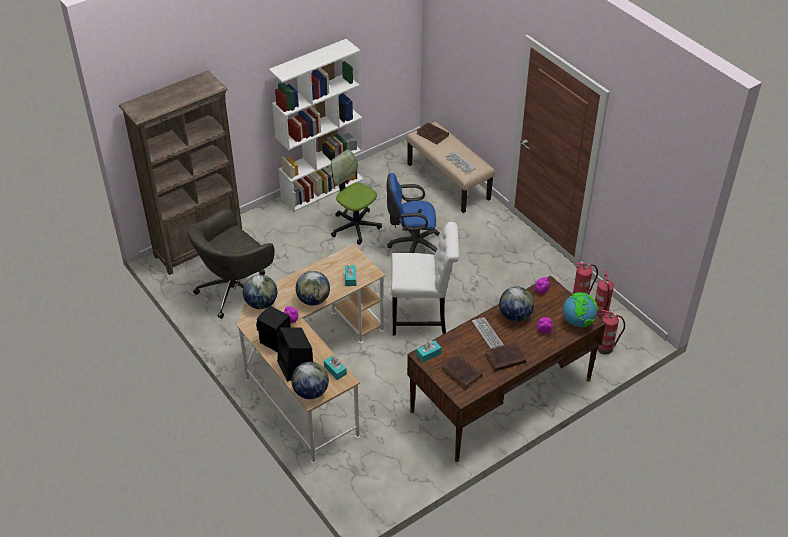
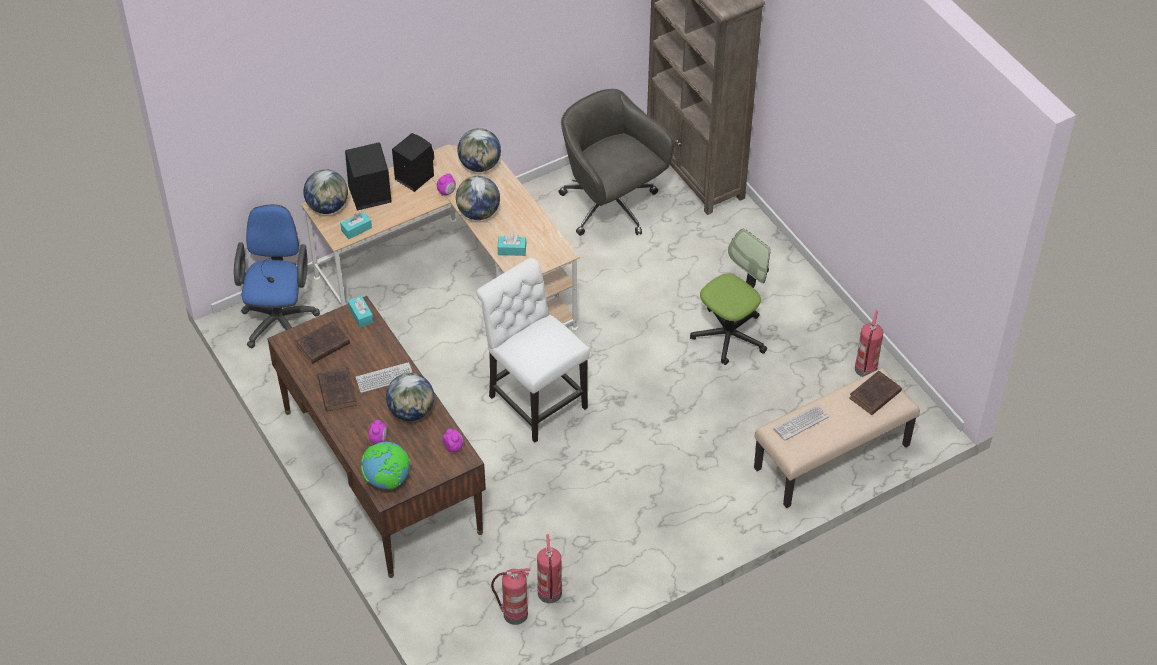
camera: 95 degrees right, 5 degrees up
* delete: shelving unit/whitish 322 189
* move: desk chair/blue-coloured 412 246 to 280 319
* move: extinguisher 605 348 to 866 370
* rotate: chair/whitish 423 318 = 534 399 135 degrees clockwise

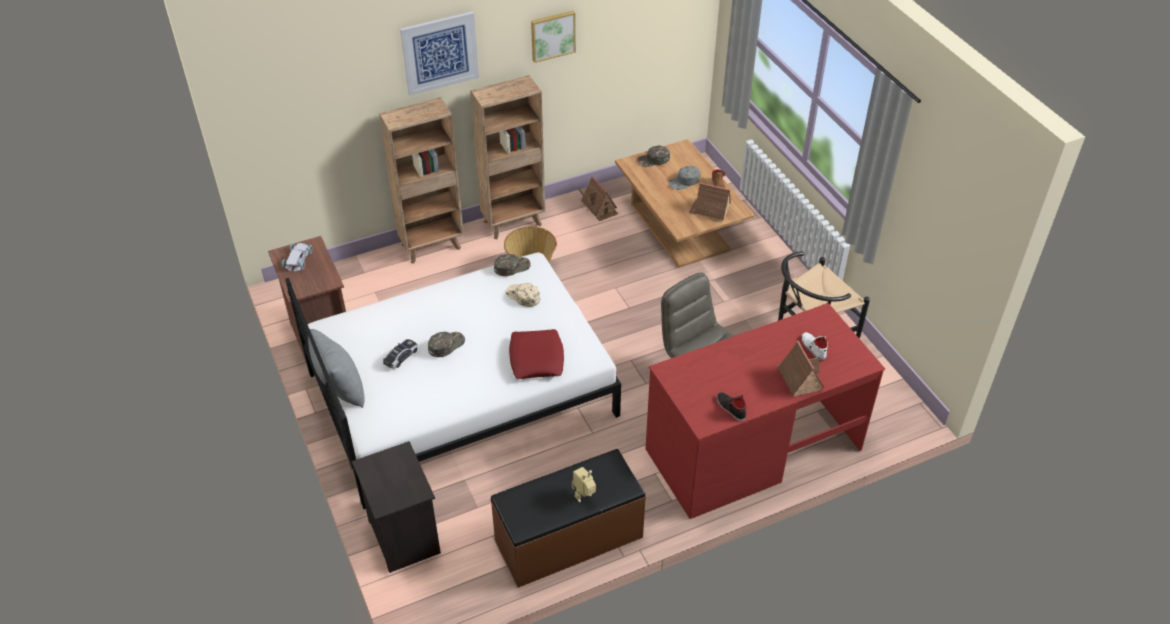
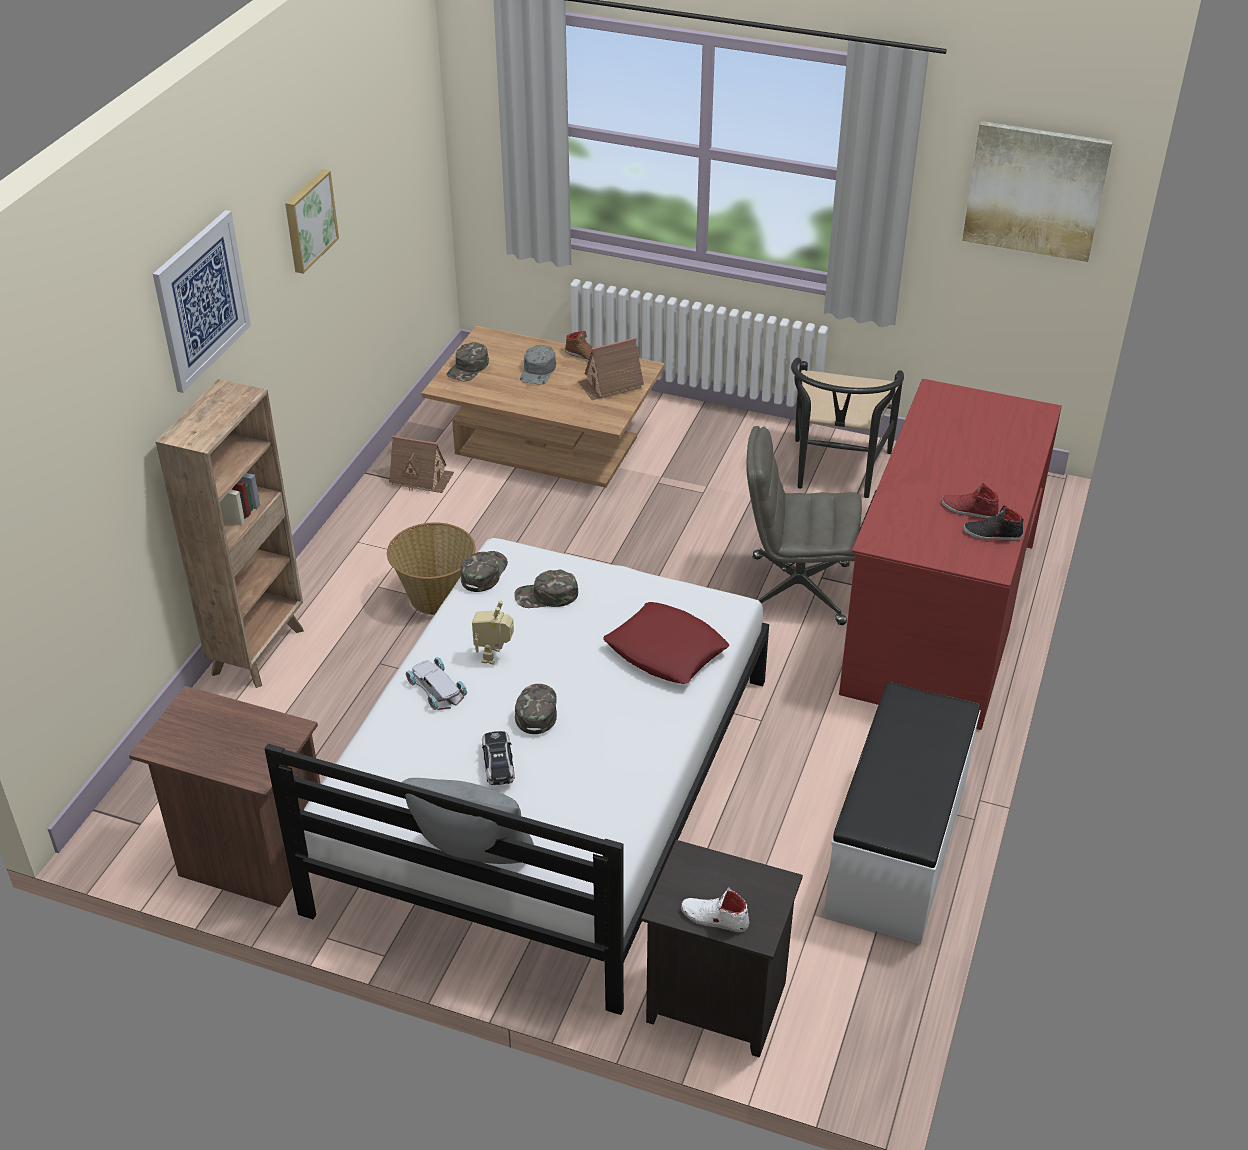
camera: 45 degrees left, 5 degrees down
* delete: shelving unit/brown-coloured 514 223
* delete: model house 798 378
* insert: item of footwear/red 969 510
* insert: wall art 1035 190
* move: toy car/whitish 298 259 to 437 687
* move: toy robot 584 497 to 495 656
* move: item of footwear/whitish 813 348 to 714 918
* recolor: long seat/brown-coloured 569 539 to long seat/whitish 898 848
* recolor: cap/sand-coloured 523 296 to cap/greenish 546 596

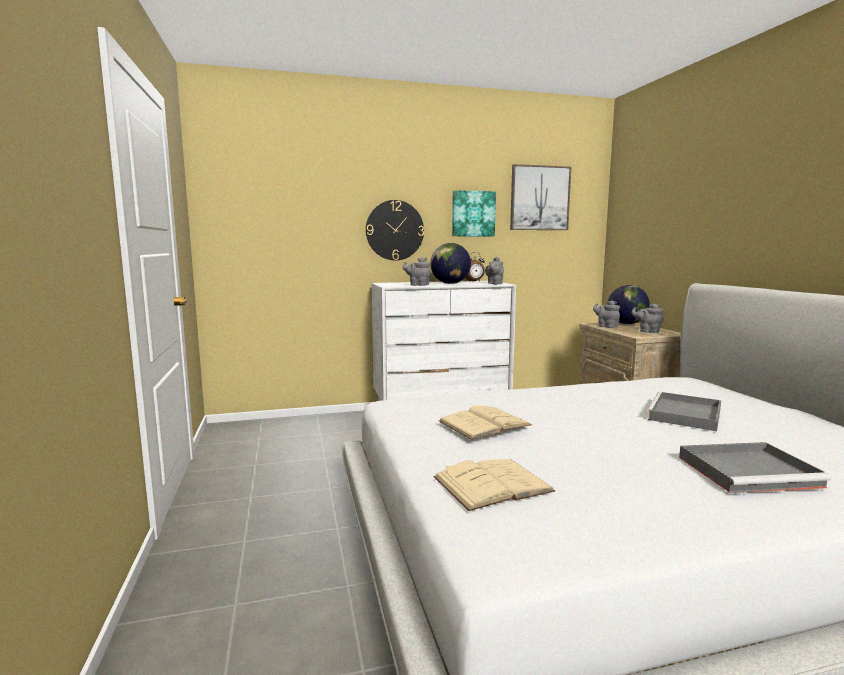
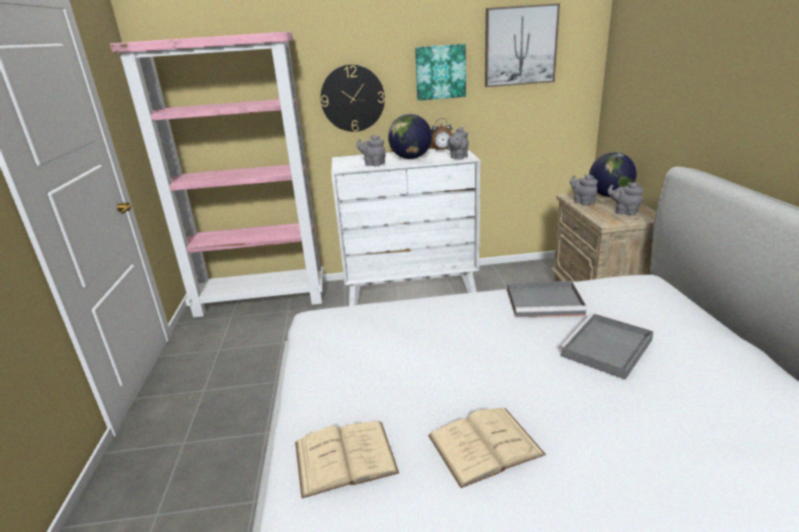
camera: 10 degrees right, 15 degrees up
* insert: shelving unit/pink 262 299
* move: volume/sand-coloured 484 423 to 484 445
* move: serving tray/gray 750 471 to 545 302

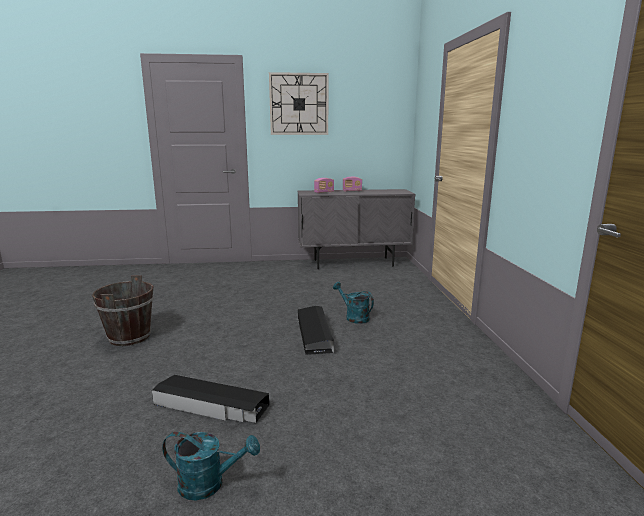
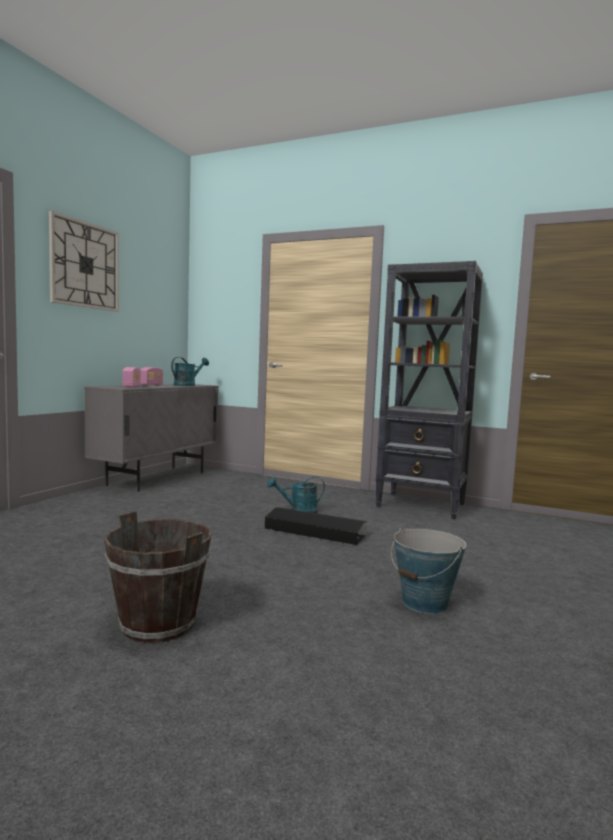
camera: 60 degrees left, 10 degrees down
* insert: shelving unit/blackish 421 506
* move: sprinkling can/blue-green 209 484 to 187 385
* replace: storage box/blackish 211 405 to water bucket 425 603

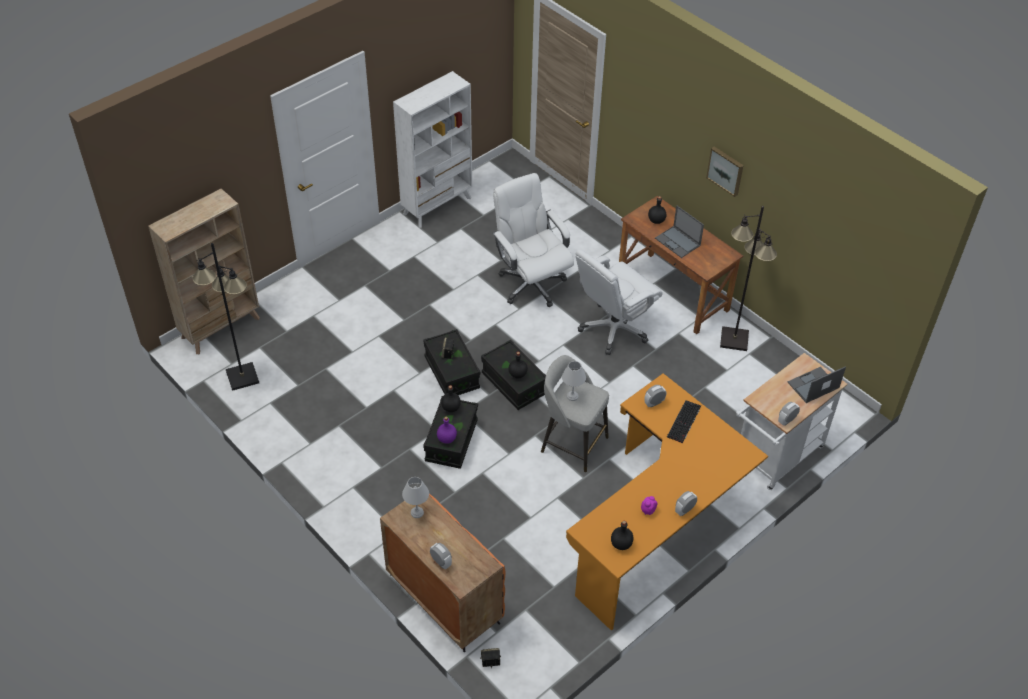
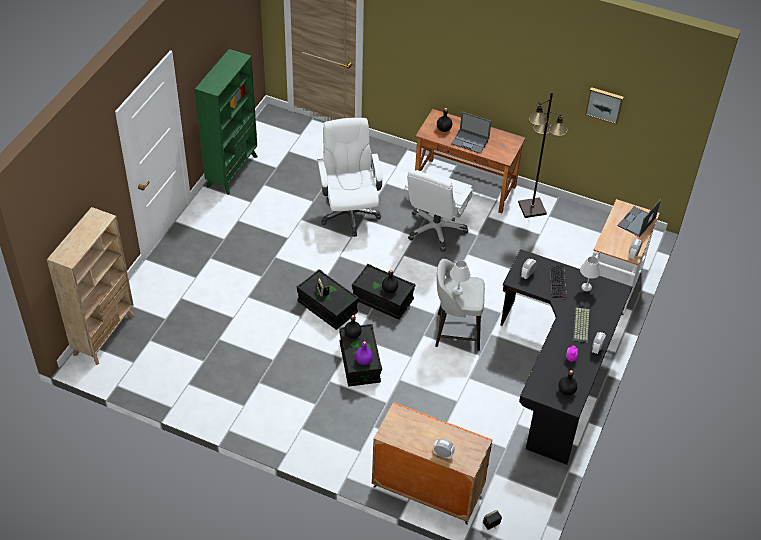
camera: 25 degrees left, 0 degrees up
* delete: standing lamp/blackish 242 377
* insert: keyboard 581 326
* move: table lamp/whitish 417 512 to 586 287
* move: wall art 726 170 to 604 104
* recolor: shelving unit/whitish 437 205 to shelving unit/greenish 232 171
* recolor: desk table/orange 658 526 to desk table/blackish 557 373
* rotate: desk chair/whitish 531 284 = 349 213 45 degrees clockwise

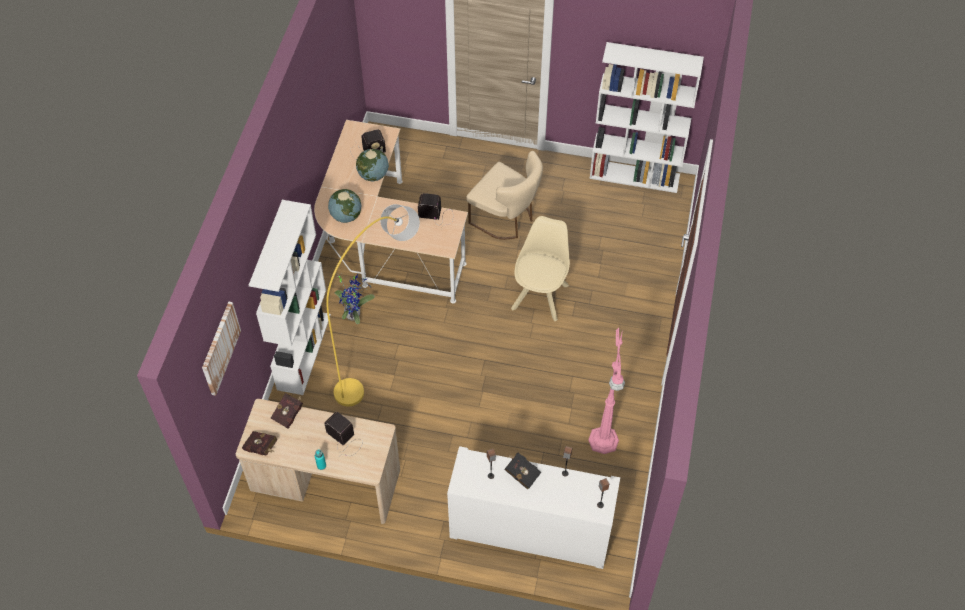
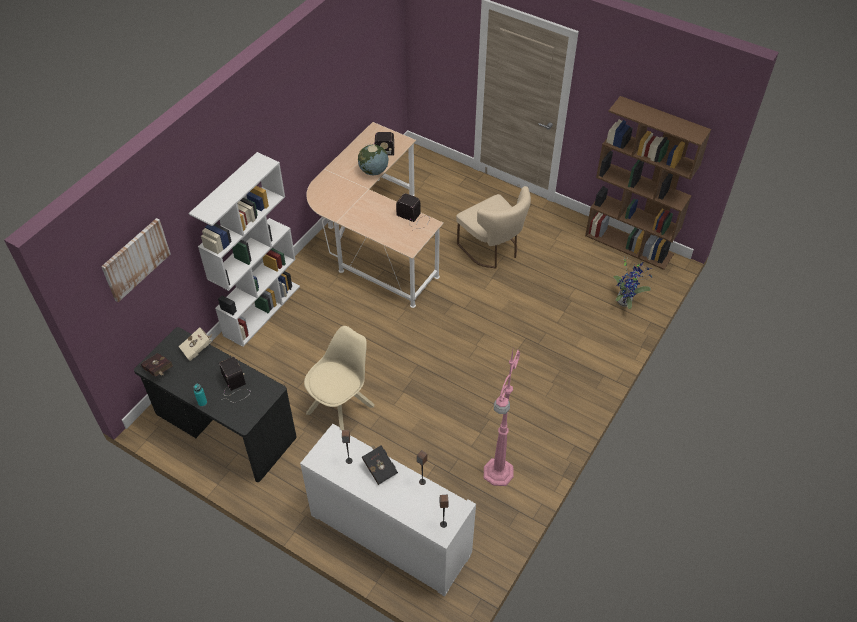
camera: 20 degrees right, 5 degrees down
* delete: standing lamp/yellow-coloured 382 352
* delete: world globe 346 216
* move: plant in a pot 354 313 to 625 301
* move: chair/sand-coloured 540 295 to 342 408
* recolor: desk table/sand-coloured 325 482 to desk table/blackish 224 428
* recolor: volume/red 289 414 to volume/sand-coloured 198 348
* recolor: shelving unit/whitish 635 176 to shelving unit/brown-coloured 629 245

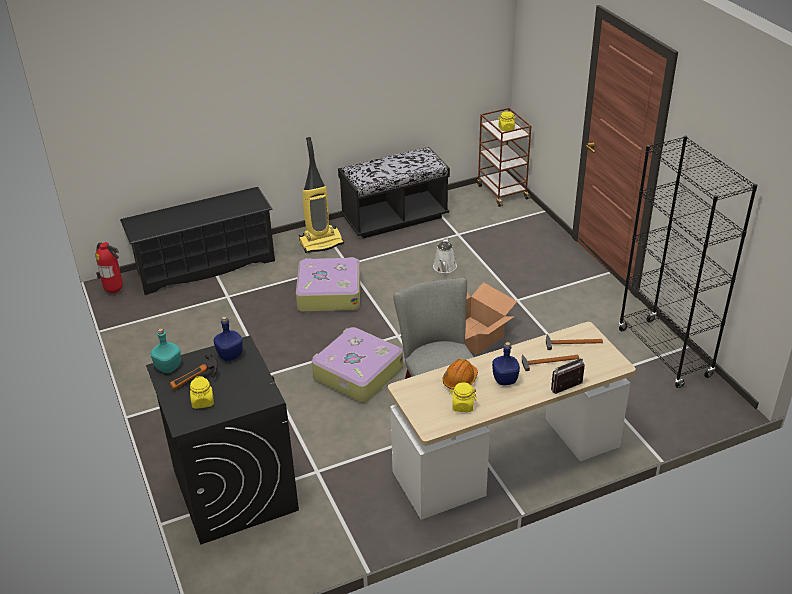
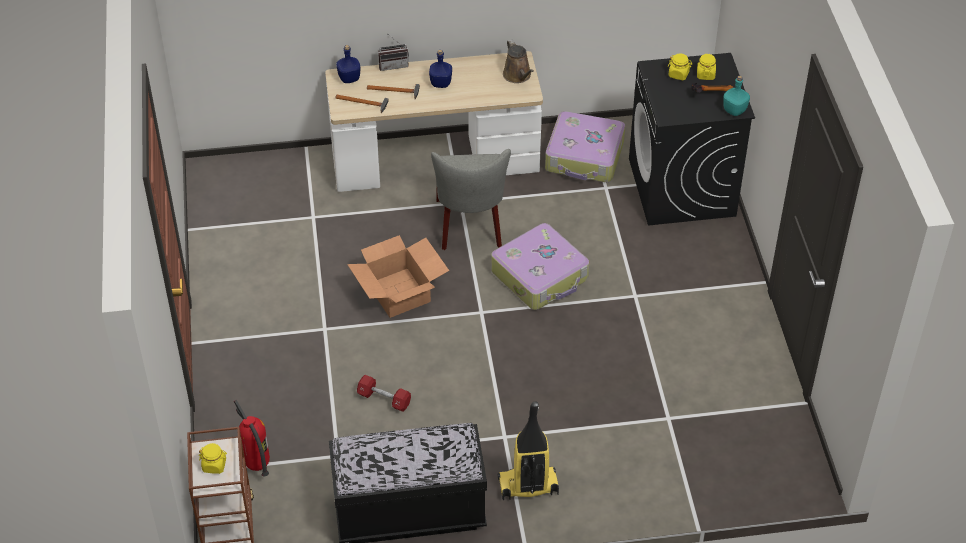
camera: 165 degrees left, 10 degrees up
* delete: shoe shelf/blackish 205 266
* delete: work helmet/orange 460 380
* delete: shelving unit/blackish 664 353
* insert: sprinkling can/brown-coloured 518 76
* move: extinguisher 115 291 to 256 465
* move: beverage bottle/blue-coloured 230 355 to 348 78
* move: suitcase 329 293 to 585 157
* move: jar/yellow-coloured 462 406 to 678 74
* replace: sprinkling can/whitish 444 268 to hand weight/red 384 399

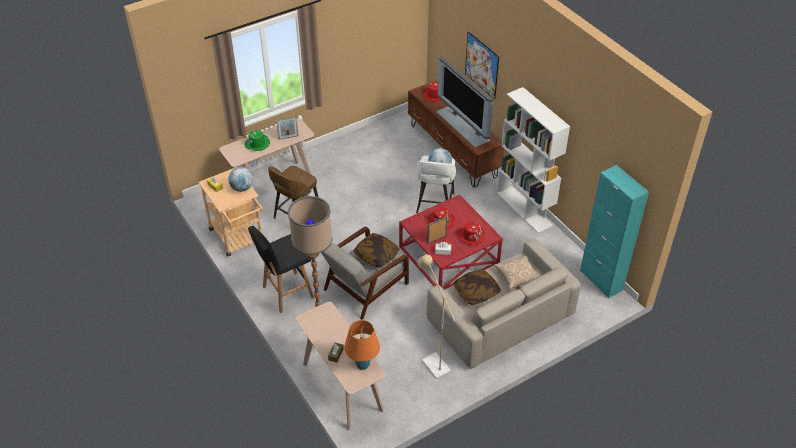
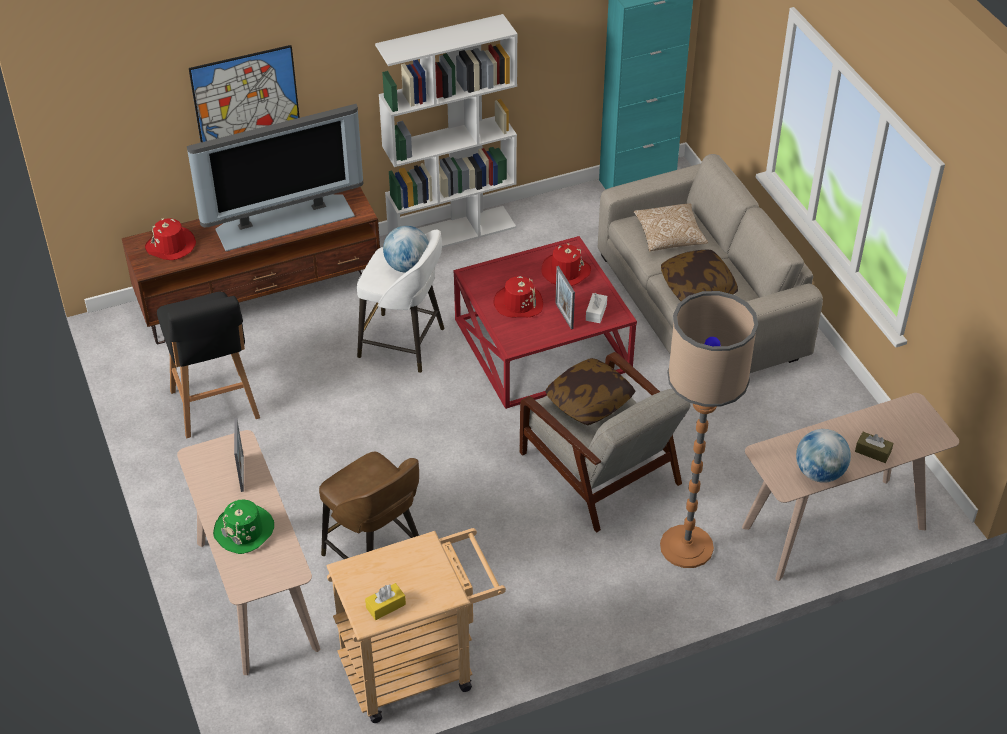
camera: 80 degrees left, 0 degrees up
* delete: table lamp/orange 362 364
* delete: standing lamp/sand-coloured 433 362
* move: world globe 242 188 to 819 473
* move: sitting stool/blackish 286 293 to 215 407

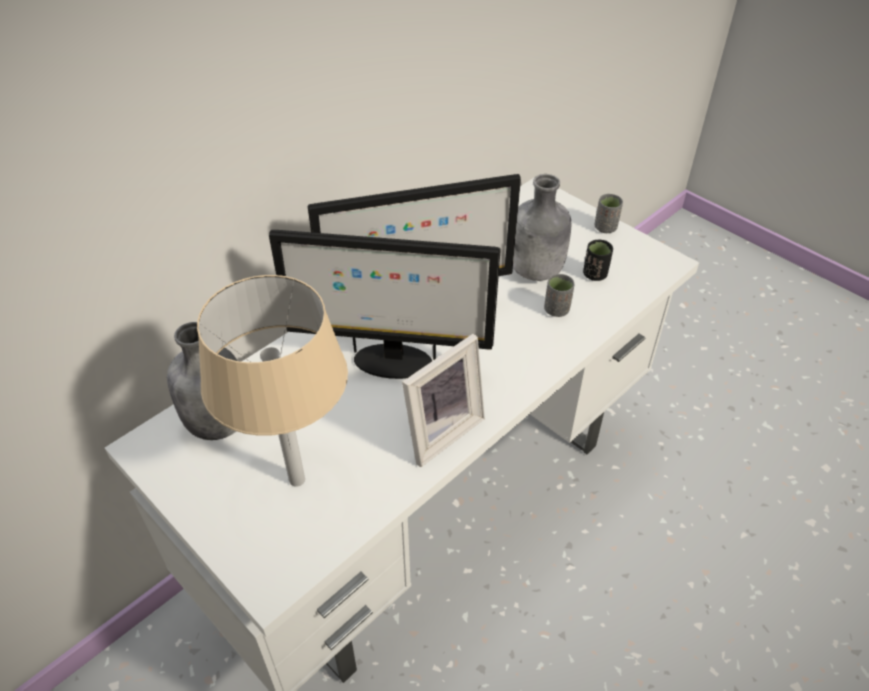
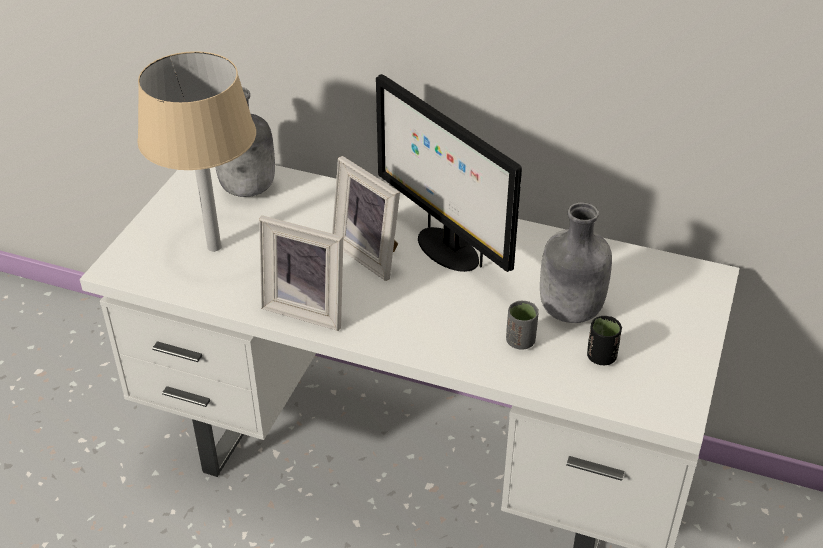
camera: 65 degrees right, 5 degrees down
* delete: drinking cup/gray 605 228
* replace: computer screen 391 362 to standing frame 371 254

